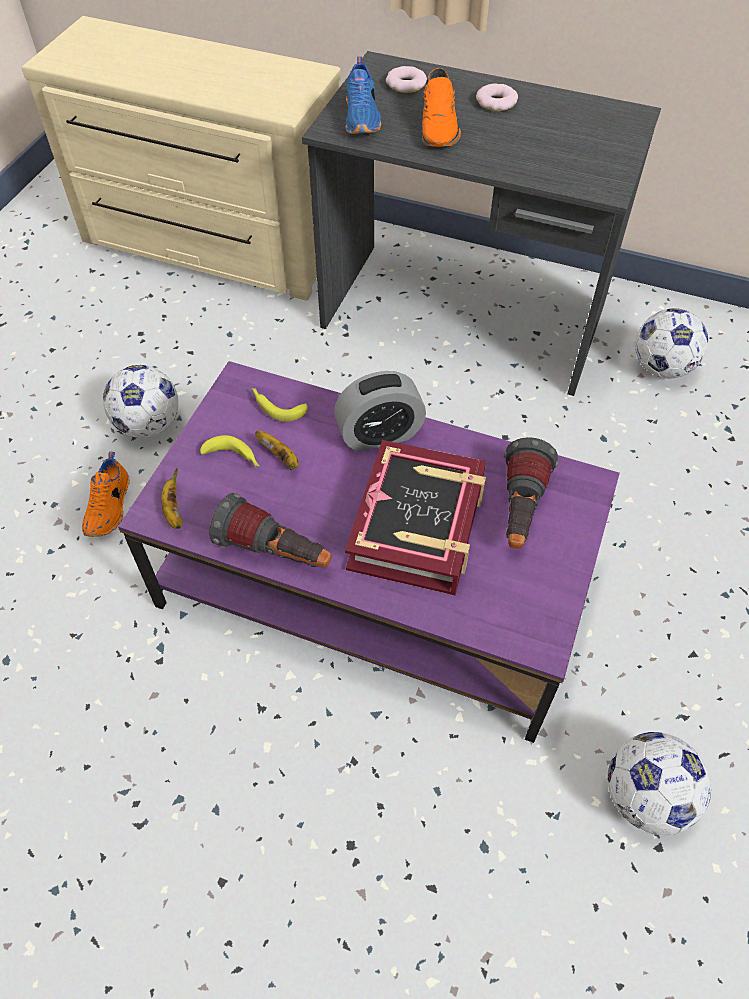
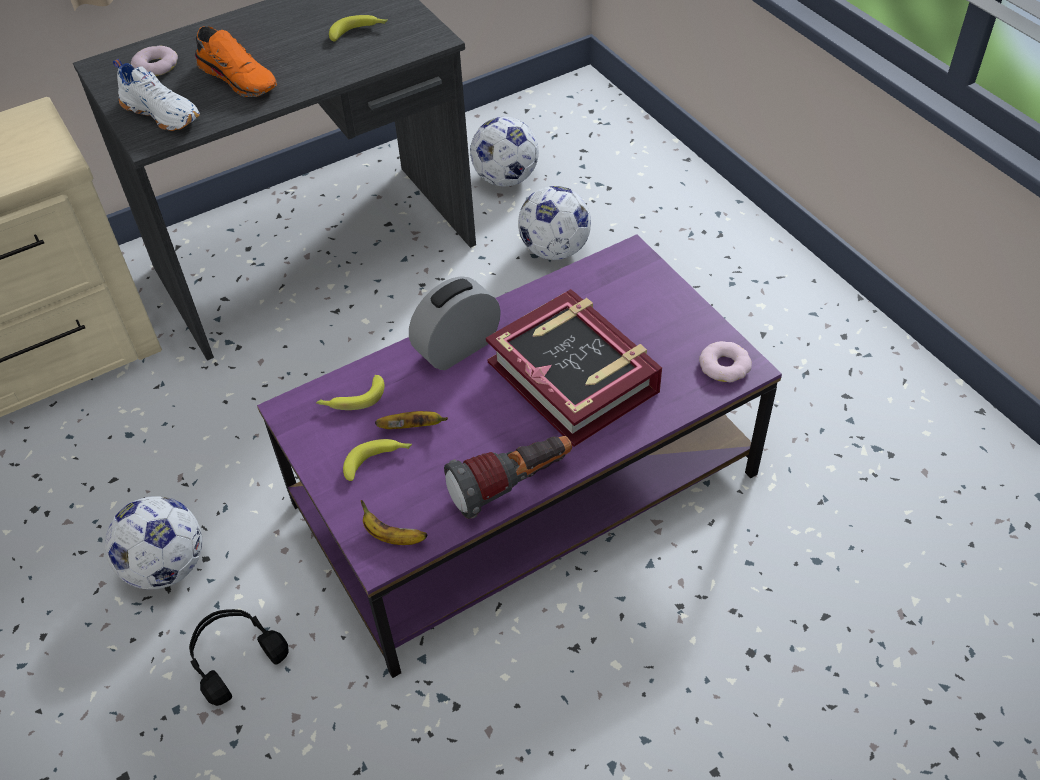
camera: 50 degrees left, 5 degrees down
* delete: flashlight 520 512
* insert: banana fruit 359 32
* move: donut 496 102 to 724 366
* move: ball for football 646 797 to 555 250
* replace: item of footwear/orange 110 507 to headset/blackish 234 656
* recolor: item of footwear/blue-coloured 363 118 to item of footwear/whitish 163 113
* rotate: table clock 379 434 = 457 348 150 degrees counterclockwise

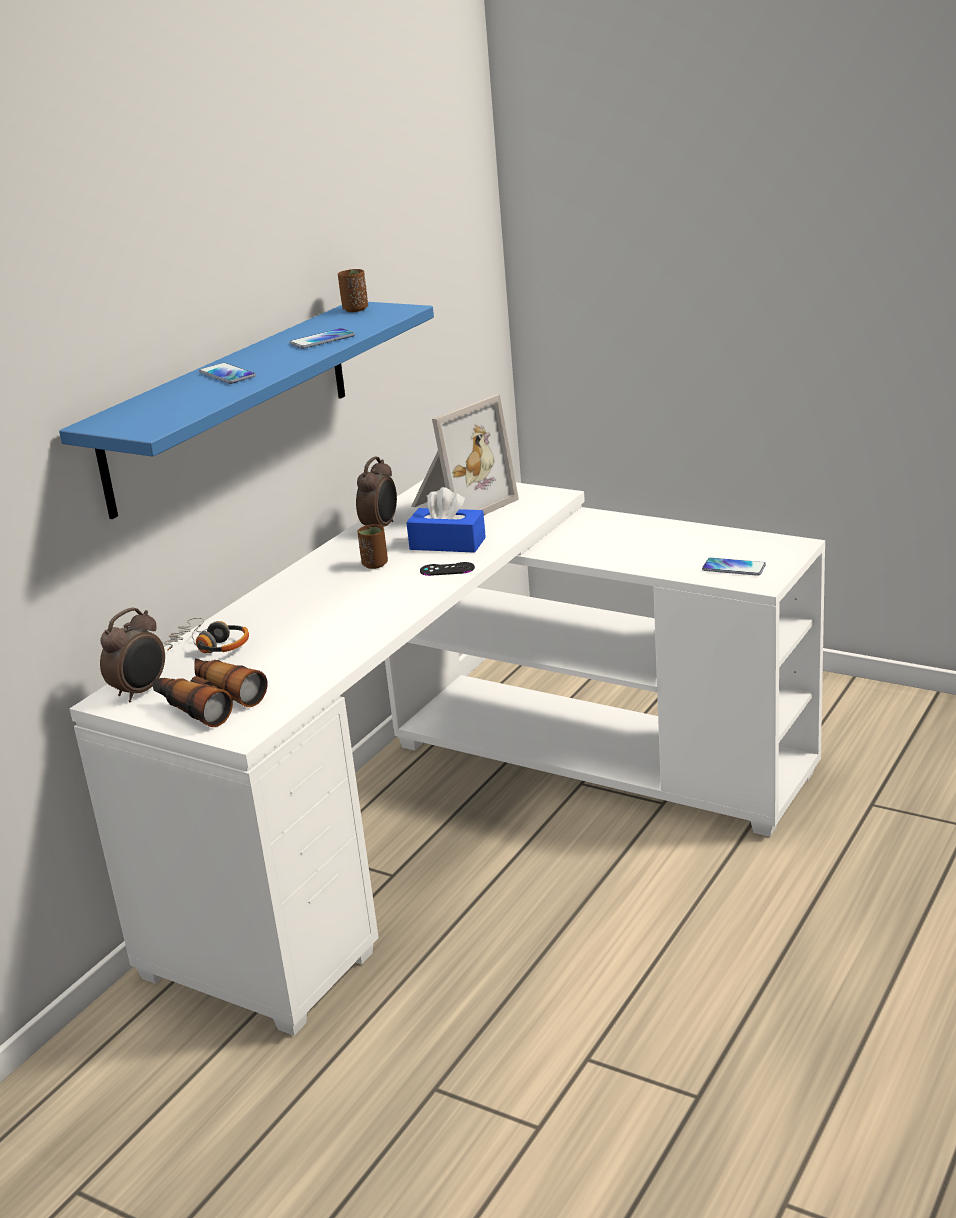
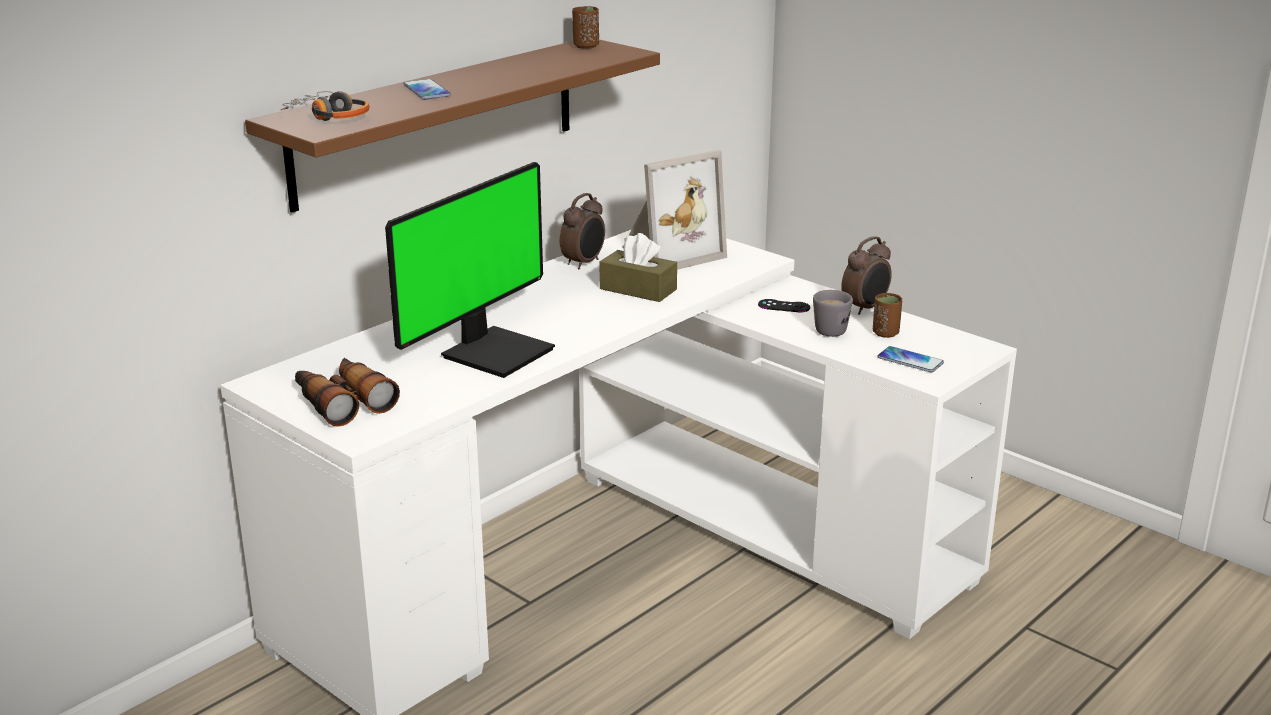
camera: 10 degrees right, 0 degrees up
* delete: handset 322 340
* insert: computer screen 495 352
* insert: mug/gray 829 328
* move: table clock 141 692 to 865 308
* move: headset 209 646 to 329 116
* move: drinking cup/brown-coloured 375 564 to 885 333
* move: gamepad/blackish 447 569 to 784 306
* recolor: shelf/blue-coloured 229 405 to shelf/brown-coloured 437 121
* recolor: tissue box/blue-coloured 447 544 to tissue box/brown-coloured 638 289

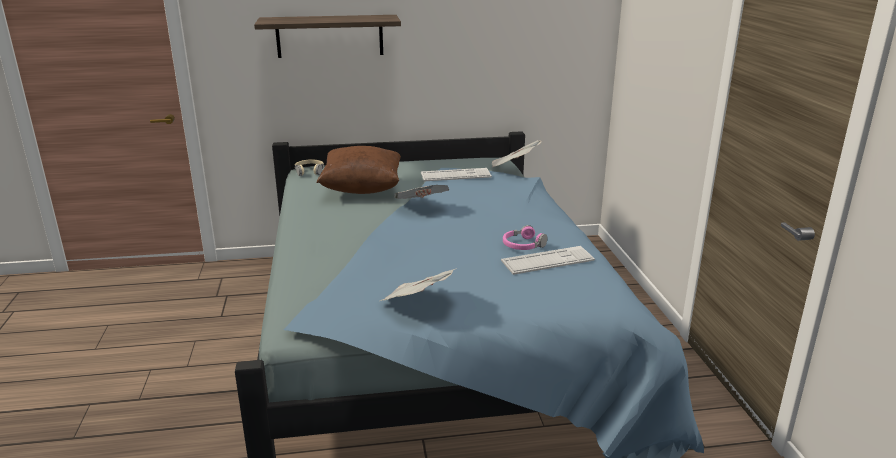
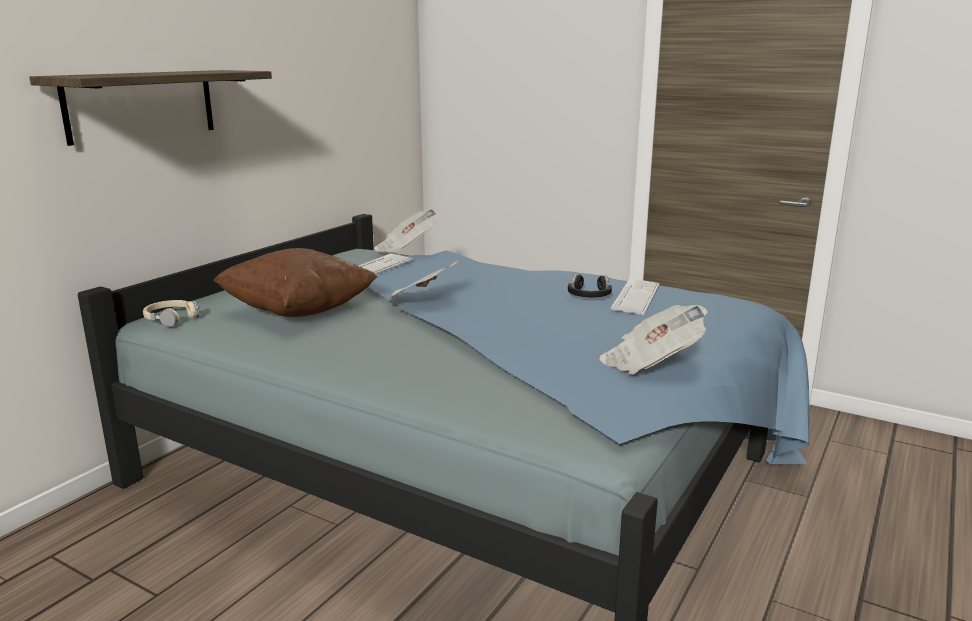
camera: 50 degrees left, 5 degrees down
* recolor: headset/pink 523 245 to headset/blackish 589 295

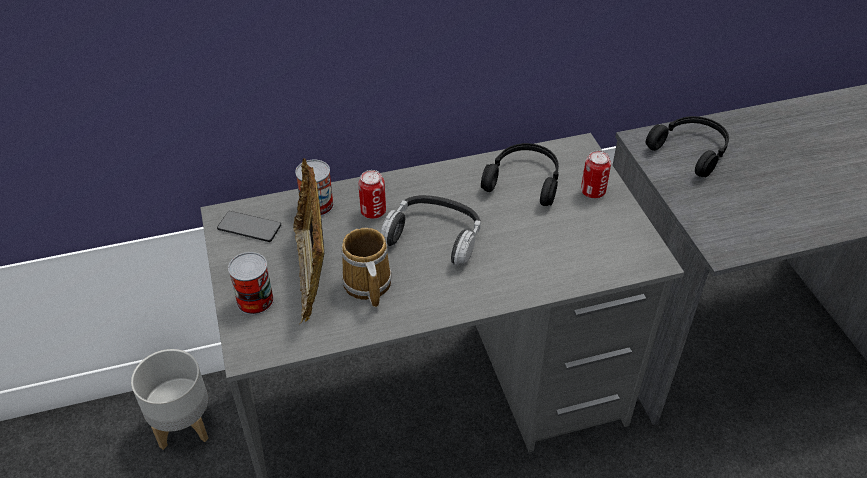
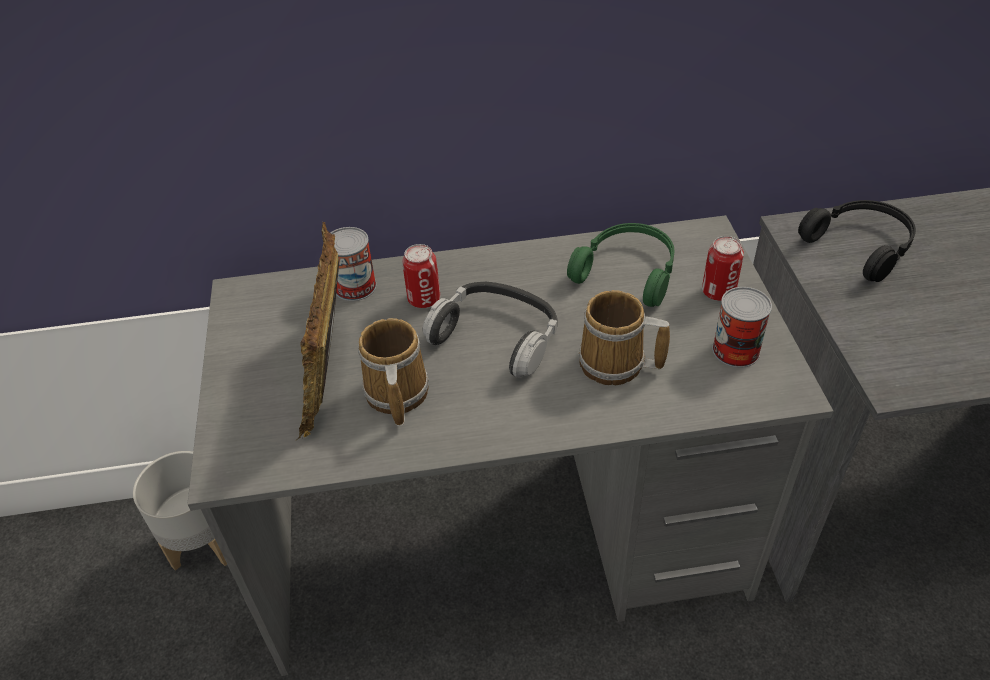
camera: 10 degrees right, 0 degrees up
* delete: handset 249 227
* insert: mug 615 365
* move: metal can 255 300 to 735 350
* recolor: headset/blackish 524 180 to headset/greenish 628 271

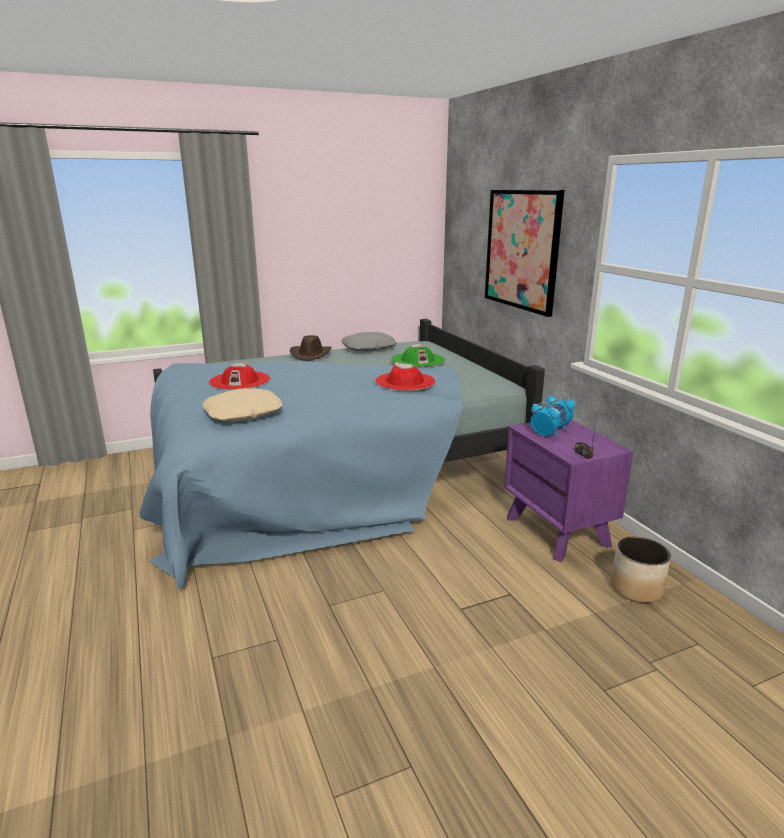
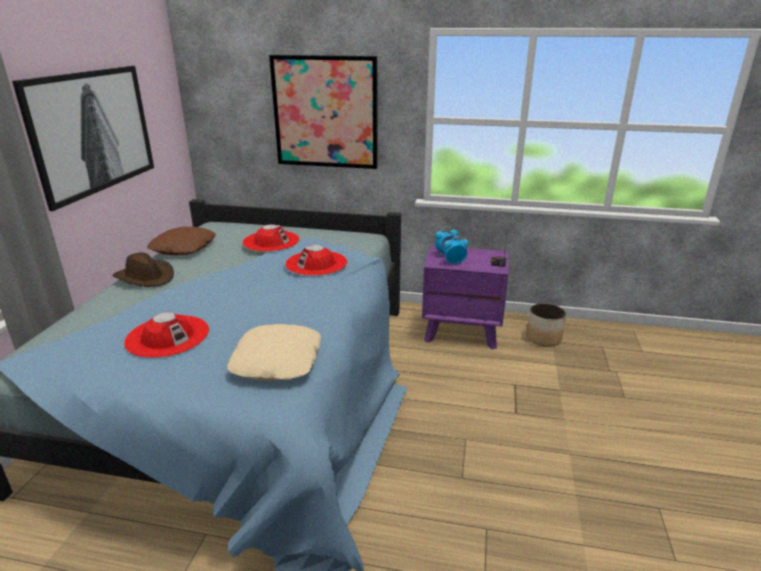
camera: 55 degrees left, 5 degrees up
* insert: wall art 93 132
* recolor: pillow/gray 368 348 to pillow/brown-coloured 184 248
* recolor: wearable hat/greenish 417 360 to wearable hat/red 271 241

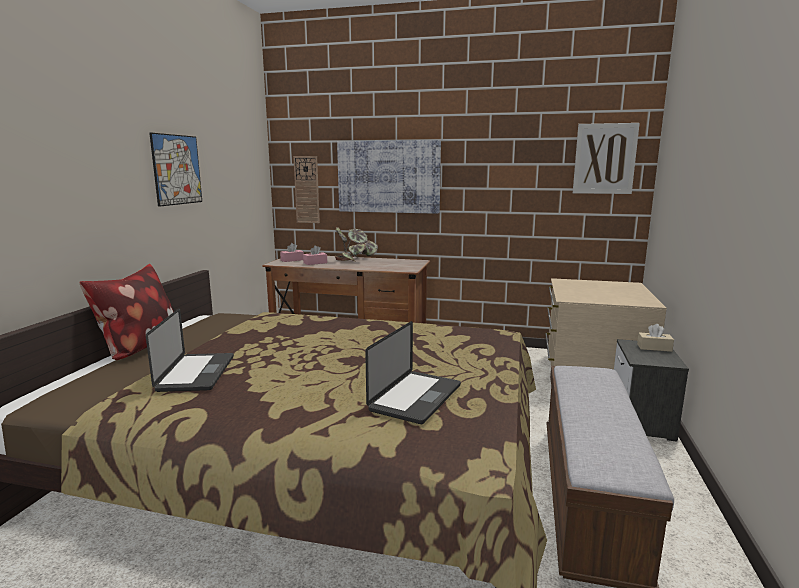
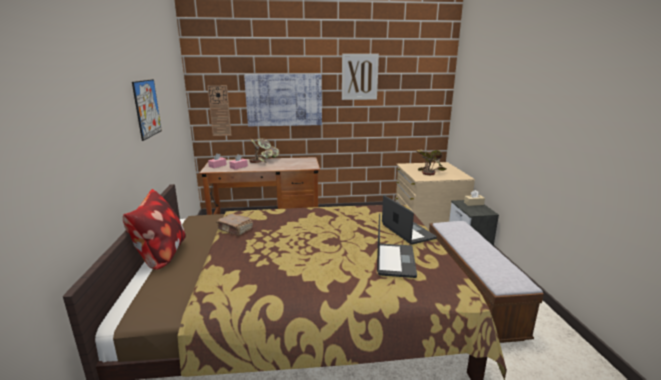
camera: 20 degrees left, 5 degrees up
* insert: volume/brown-coloured 235 230
* insert: plant in a pot 429 171
* move: portable computer 196 373 to 407 231
* move: wall art 604 159 to 359 77

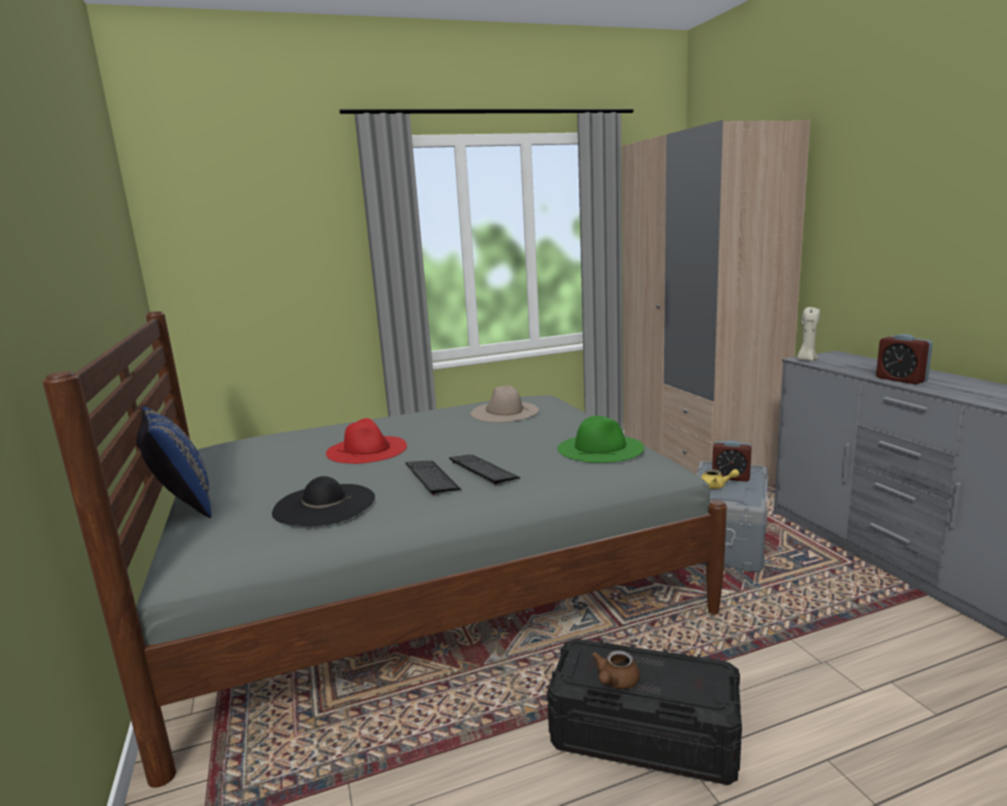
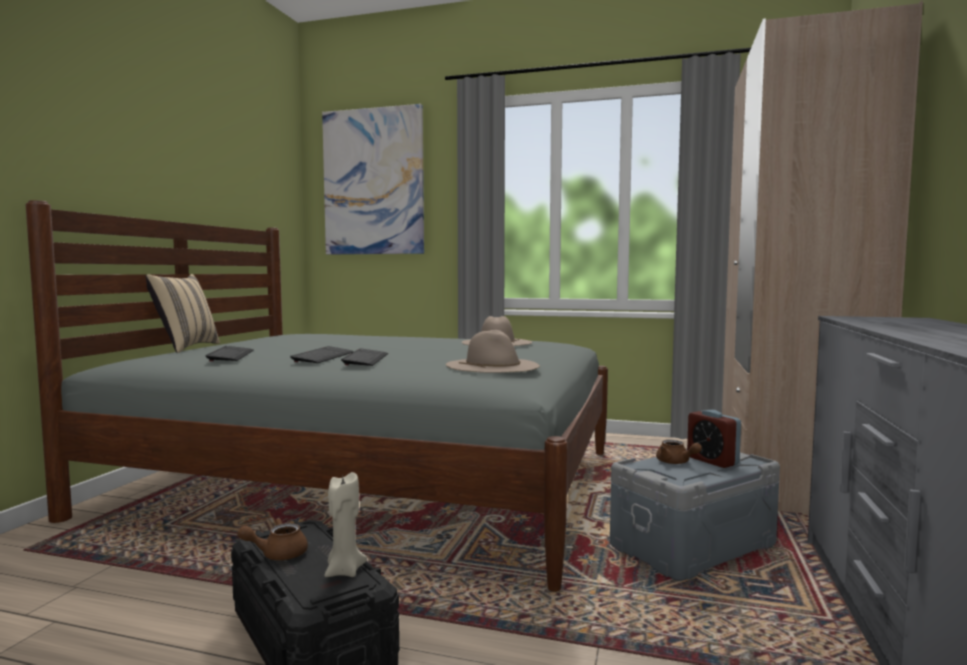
camera: 35 degrees right, 10 degrees down
* delete: wearable hat/red 367 449
* delete: table clock 901 379
* insert: wall art 373 182
* move: wax candle/sand-coloured 806 360 to 344 571
* replace: wearable hat/blackish 324 504 to keyboard 231 355
* recolor: pillow/blue-coloured 182 506 to pillow/sand-coloured 185 348
* recolor: wearable hat/greenish 600 448 to wearable hat/sand-coloured 493 365
* recolor: tea pot/yellow-coloured 716 486 to tea pot/brown-coloured 676 462

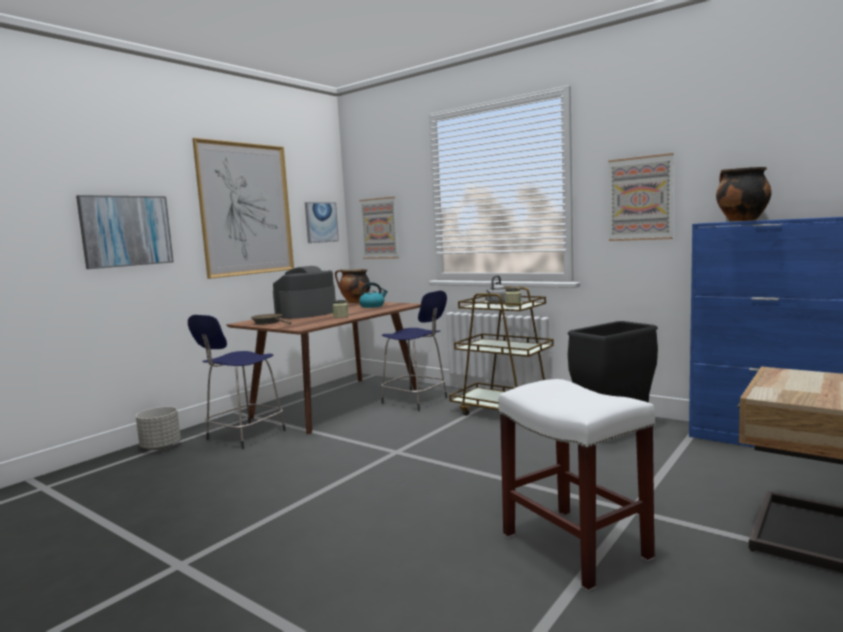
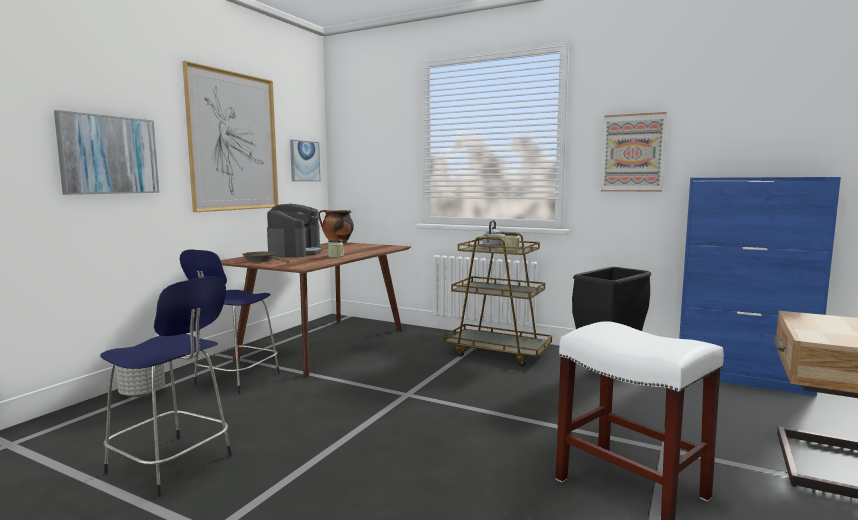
camera: 10 degrees left, 0 degrees up
* delete: wall art 379 228
* delete: water kettle 372 306
* delete: cooking pot 740 221
* move: sitting stool/blue-coloured 416 401 to 172 465
* rotate: coffee maker 306 314 = 295 253 150 degrees clockwise

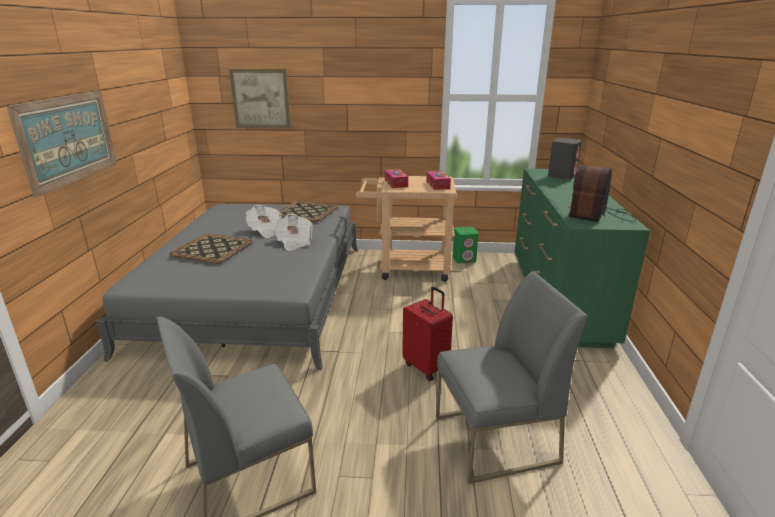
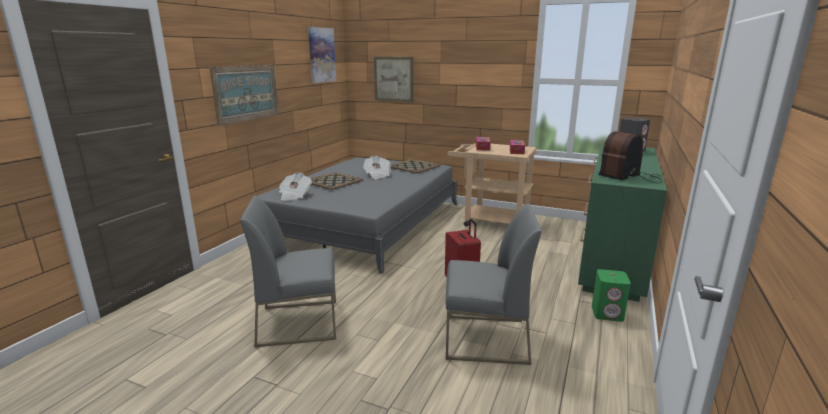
camera: 20 degrees right, 5 degrees down
* insert: wall art 321 55
* move: daily paper 294 242 to 294 196
* move: loudspeaker/greenish 464 259 to 607 313

